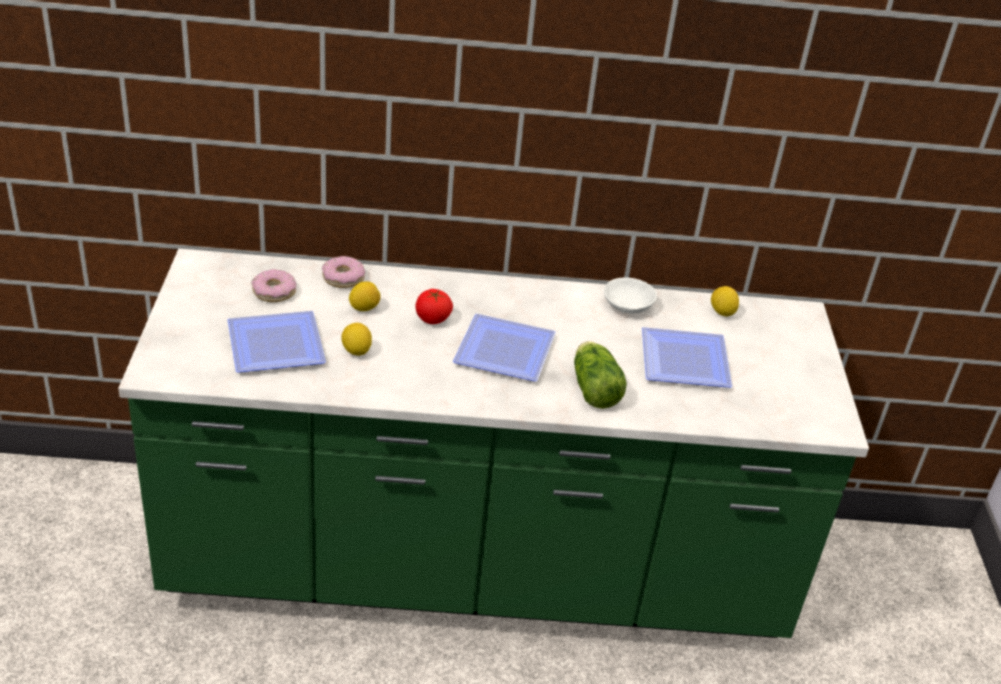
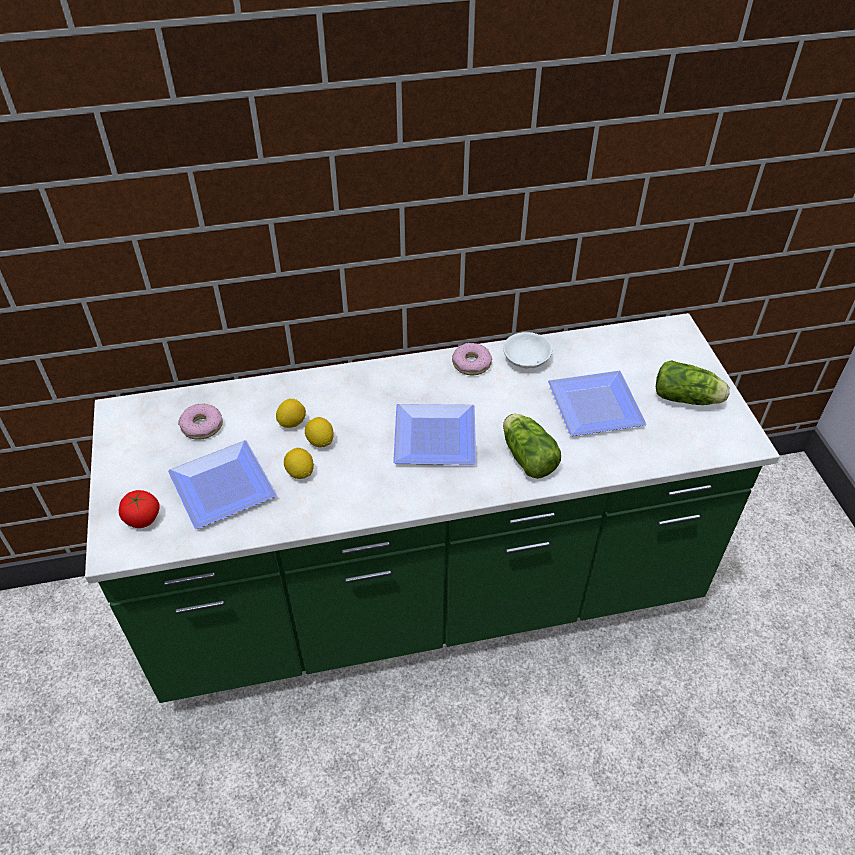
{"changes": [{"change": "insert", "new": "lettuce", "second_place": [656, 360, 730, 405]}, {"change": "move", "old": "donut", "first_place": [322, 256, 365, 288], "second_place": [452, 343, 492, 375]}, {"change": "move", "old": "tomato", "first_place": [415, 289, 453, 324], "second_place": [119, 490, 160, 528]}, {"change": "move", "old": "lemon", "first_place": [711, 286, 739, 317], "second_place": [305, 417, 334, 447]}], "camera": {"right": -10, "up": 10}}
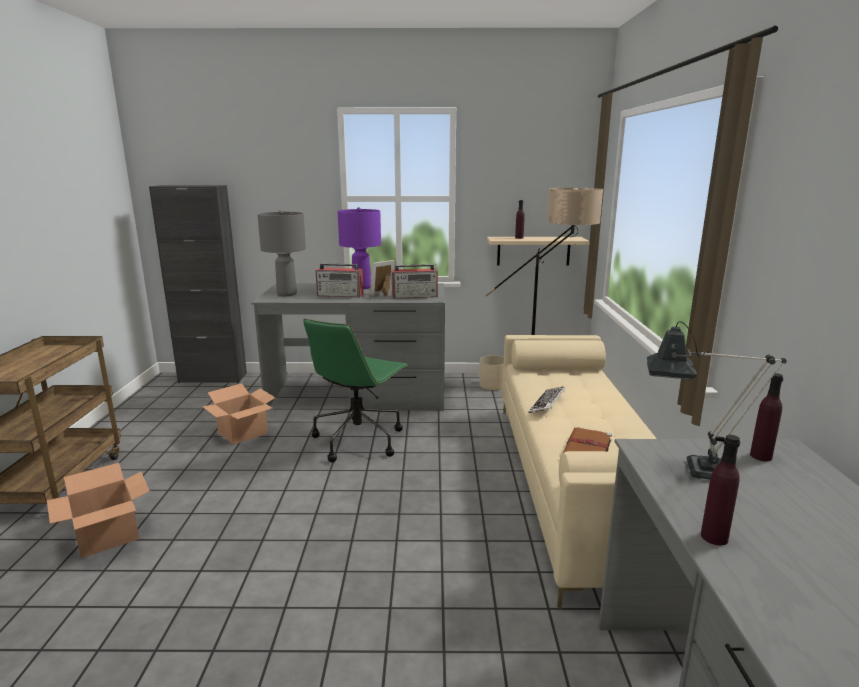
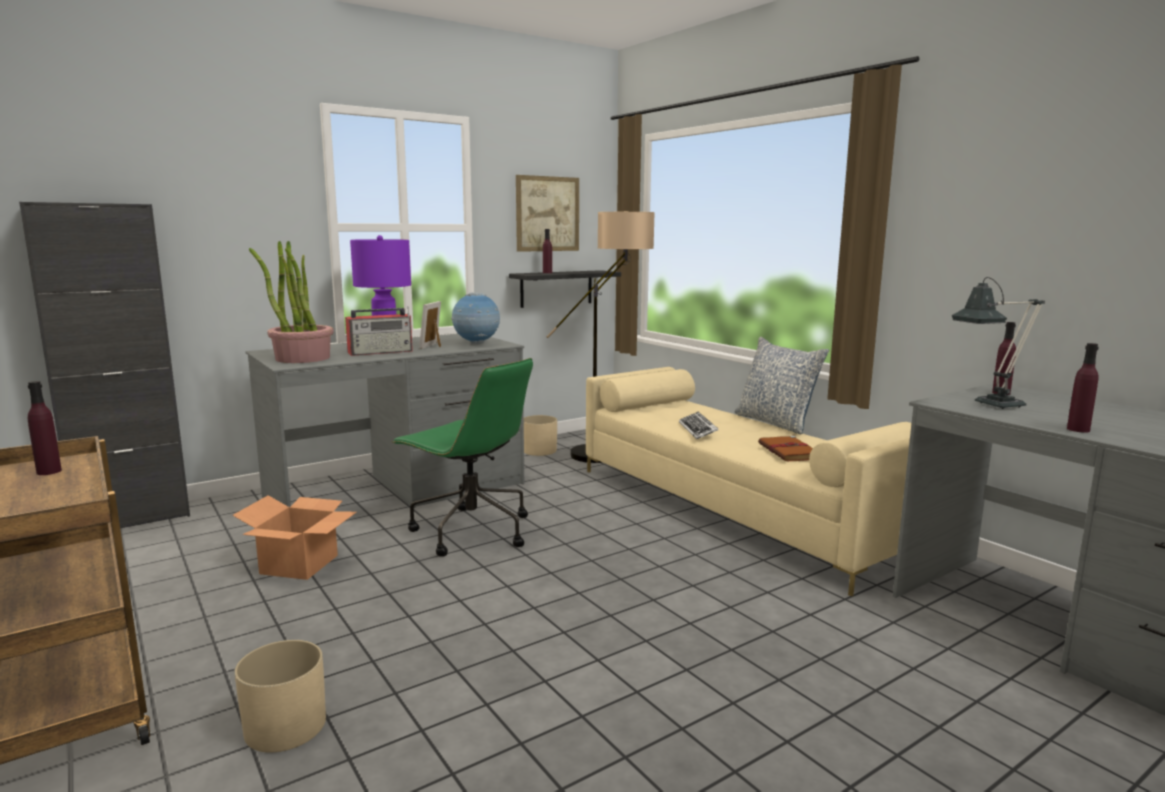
{"changes": [{"change": "insert", "new": "purple bottle", "second_place": [28, 381, 62, 475]}, {"change": "insert", "new": "picture", "second_place": [516, 175, 579, 252]}, {"change": "insert", "new": "pillow", "second_place": [735, 337, 829, 435]}, {"change": "replace", "old": "cardboard box", "new": "beige planter", "first_place": [47, 463, 150, 558], "second_place": [234, 640, 326, 752]}, {"change": "replace", "old": "grey table lamp", "new": "potted plant", "first_place": [257, 210, 306, 296], "second_place": [249, 241, 334, 363]}, {"change": "replace", "old": "radio", "new": "globe", "first_place": [392, 264, 438, 299], "second_place": [451, 293, 500, 345]}, {"change": "recolor", "old": "beige shelf", "new": "black shelf", "first_place": [487, 237, 590, 266], "second_place": [509, 270, 621, 308]}, {"change": "rotate", "old": "green office chair", "first_place": [303, 319, 409, 462], "second_place": [392, 358, 533, 557], "degrees": -45}], "camera": {"right": -35, "up": -5}}
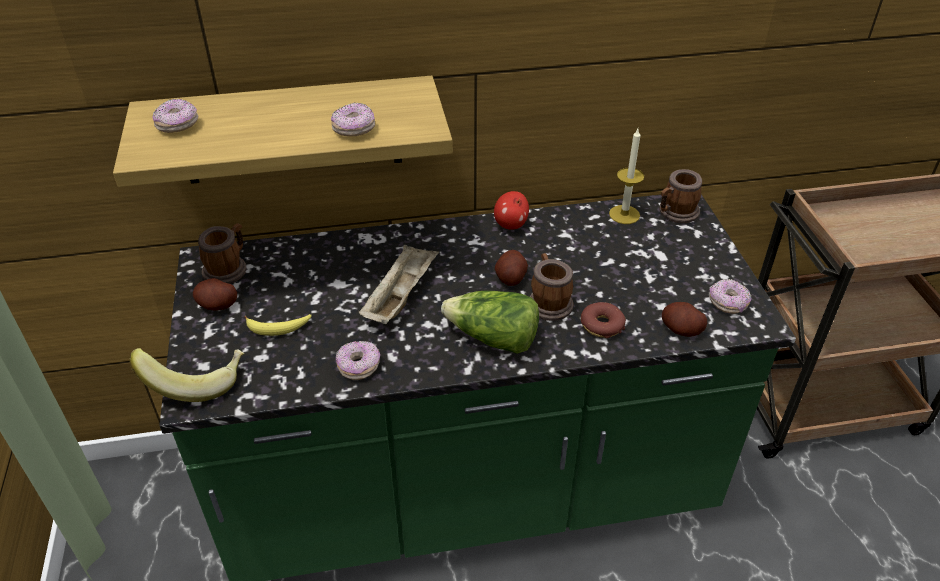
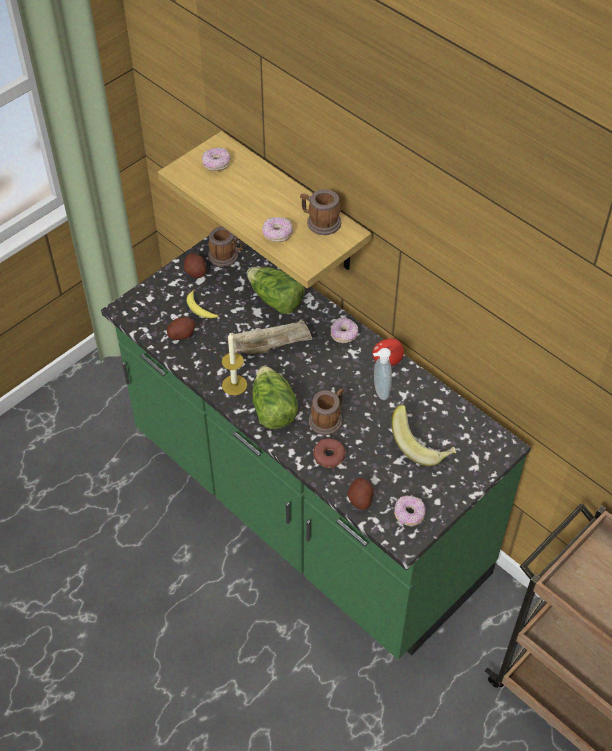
{"changes": [{"change": "insert", "new": "lettuce", "second_place": [247, 267, 305, 314]}, {"change": "insert", "new": "soap dispenser", "second_place": [373, 348, 392, 400]}, {"change": "move", "old": "banana", "first_place": [130, 348, 245, 402], "second_place": [391, 405, 457, 466]}, {"change": "move", "old": "donut", "first_place": [336, 341, 380, 380], "second_place": [331, 318, 358, 343]}, {"change": "move", "old": "potato", "first_place": [495, 250, 528, 286], "second_place": [167, 317, 195, 340]}, {"change": "move", "old": "candle", "first_place": [609, 129, 644, 224], "second_place": [222, 333, 247, 395]}, {"change": "move", "old": "mug", "first_place": [659, 169, 702, 223], "second_place": [300, 189, 341, 235]}], "camera": {"right": 55, "up": 10}}
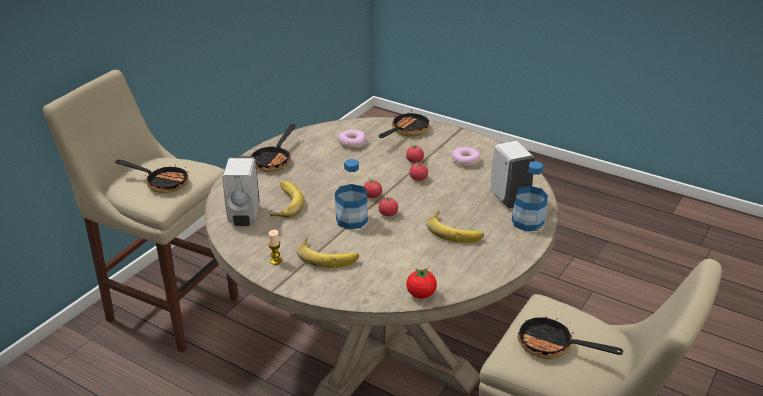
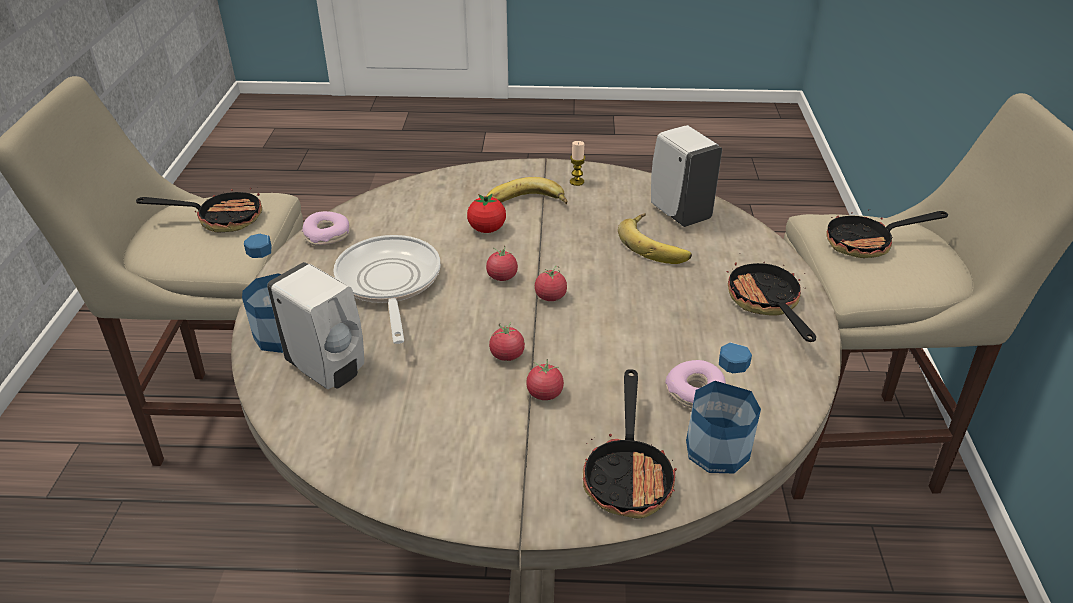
{"changes": [{"change": "move", "old": "bottle", "first_place": [335, 159, 368, 230], "second_place": [686, 343, 761, 473]}, {"change": "move", "old": "tomato", "first_place": [406, 268, 437, 299], "second_place": [467, 193, 506, 233]}, {"change": "move", "old": "donut", "first_place": [452, 147, 481, 167], "second_place": [302, 211, 350, 246]}, {"change": "replace", "old": "banana", "new": "frying pan", "first_place": [426, 211, 484, 243], "second_place": [334, 235, 440, 344]}], "camera": {"right": 150, "up": 5}}
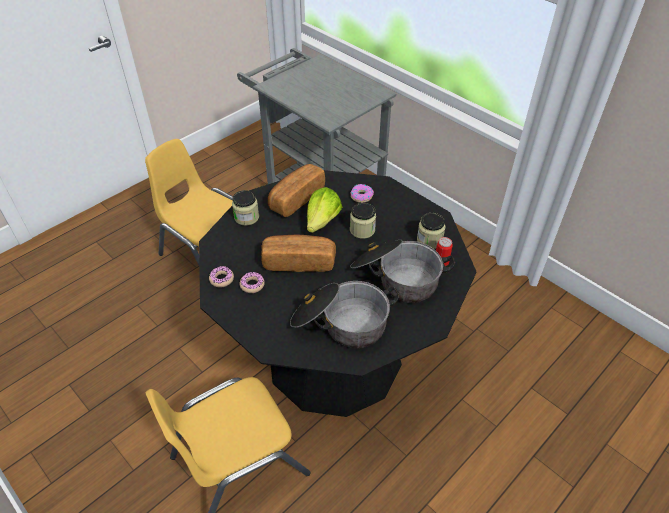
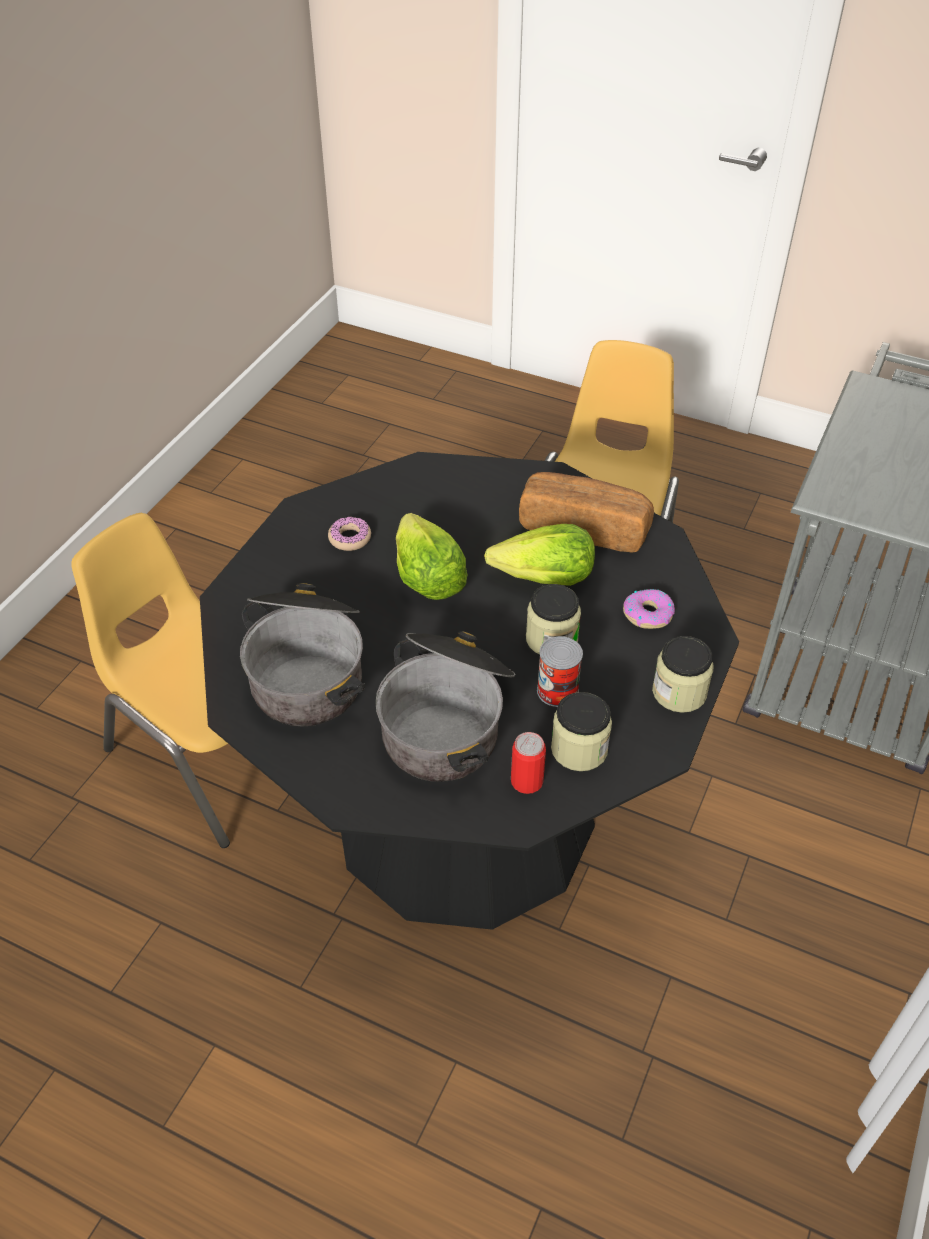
{"changes": [{"change": "delete", "old": "donut", "first_place": [209, 266, 234, 288]}, {"change": "insert", "new": "can", "second_place": [537, 636, 583, 707]}, {"change": "move", "old": "jar", "first_place": [232, 190, 259, 226], "second_place": [652, 636, 714, 713]}, {"change": "replace", "old": "bread", "new": "lettuce", "first_place": [261, 235, 336, 272], "second_place": [396, 513, 467, 600]}], "camera": {"right": 70, "up": 0}}
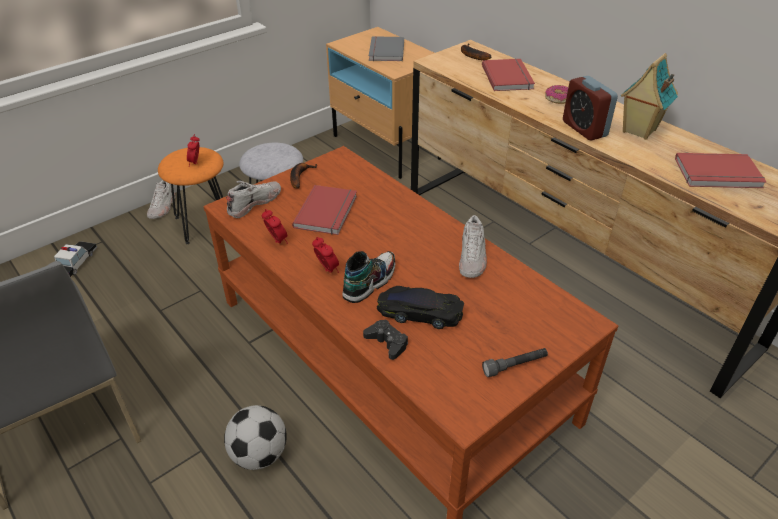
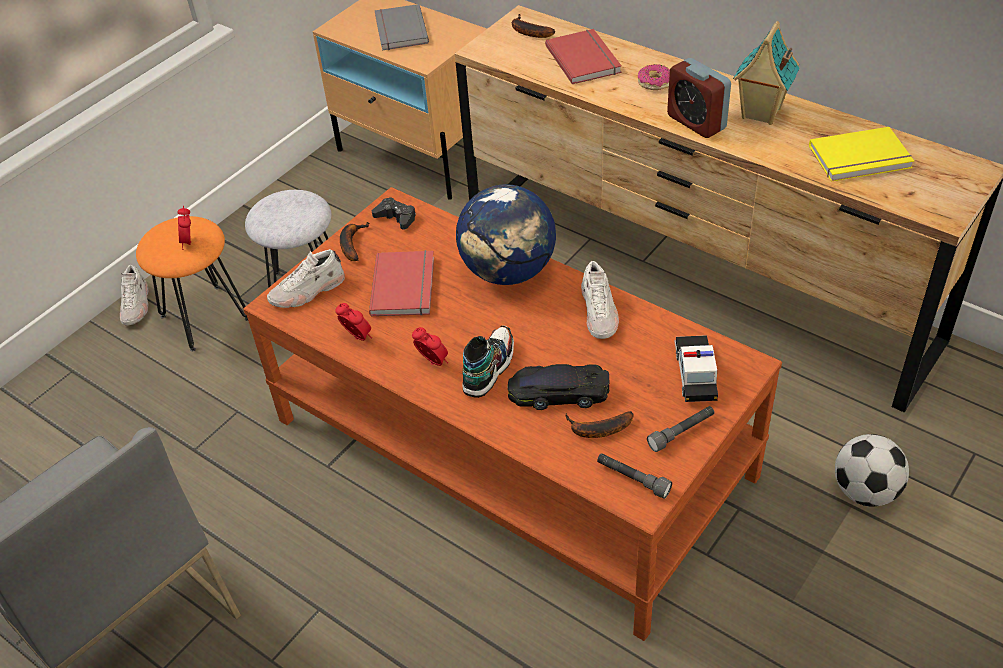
{"changes": [{"change": "insert", "new": "globe", "second_place": [456, 184, 556, 285]}, {"change": "insert", "new": "banana", "second_place": [566, 411, 634, 438]}, {"change": "insert", "new": "grey flashlight", "second_place": [597, 453, 672, 499]}, {"change": "move", "old": "toy car", "first_place": [54, 241, 97, 277], "second_place": [675, 335, 718, 402]}, {"change": "move", "old": "football", "first_place": [224, 405, 287, 470], "second_place": [835, 434, 909, 507]}, {"change": "move", "old": "black game controller", "first_place": [363, 319, 408, 360], "second_place": [372, 197, 416, 230]}, {"change": "recolor", "old": "red book", "new": "yellow book", "first_place": [675, 153, 766, 188], "second_place": [809, 127, 914, 182]}, {"change": "rotate", "old": "white shoe", "first_place": [226, 181, 281, 218], "second_place": [267, 249, 345, 308], "degrees": -150}], "camera": {"right": -10, "up": 5}}
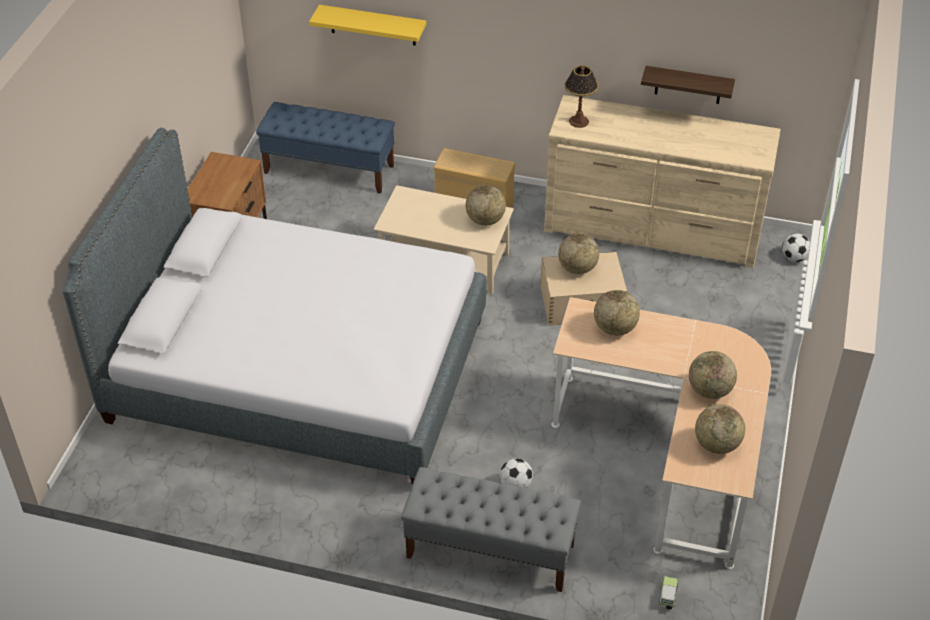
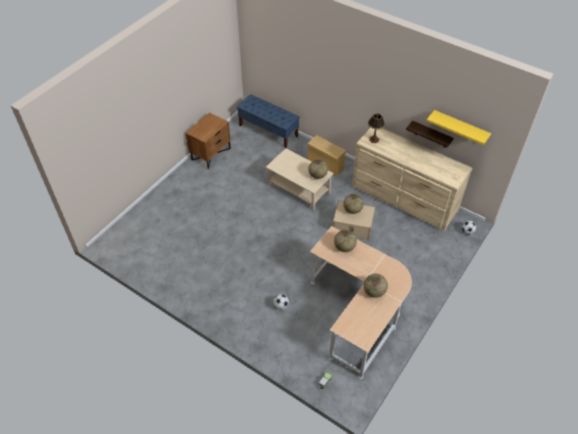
{"changes": [{"change": "delete", "old": "grey bed", "first_place": [63, 128, 486, 485]}, {"change": "delete", "old": "grey bench", "first_place": [401, 467, 581, 592]}, {"change": "delete", "old": "globe", "first_place": [695, 404, 745, 454]}, {"change": "move", "old": "yellow shelf", "first_place": [309, 5, 426, 46], "second_place": [426, 110, 491, 145]}], "camera": {"right": 20, "up": 5}}
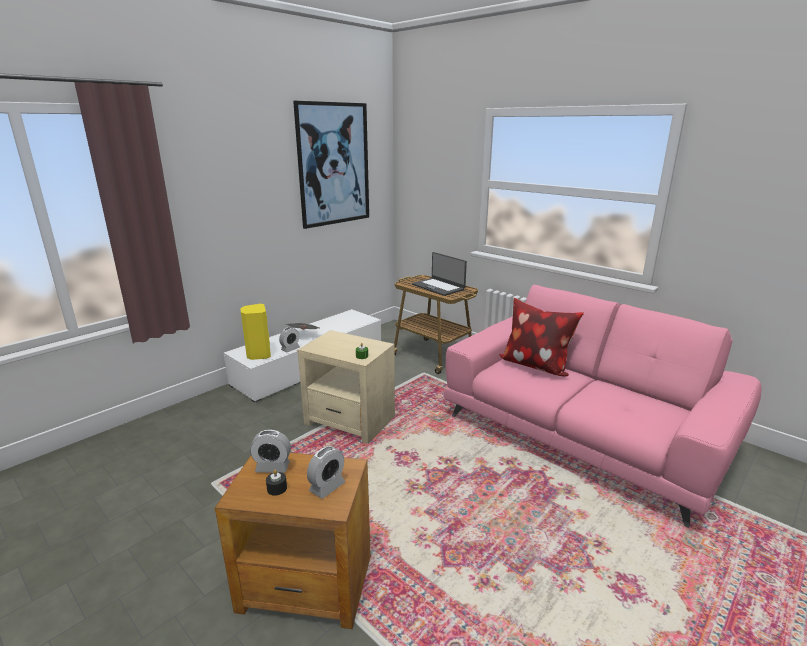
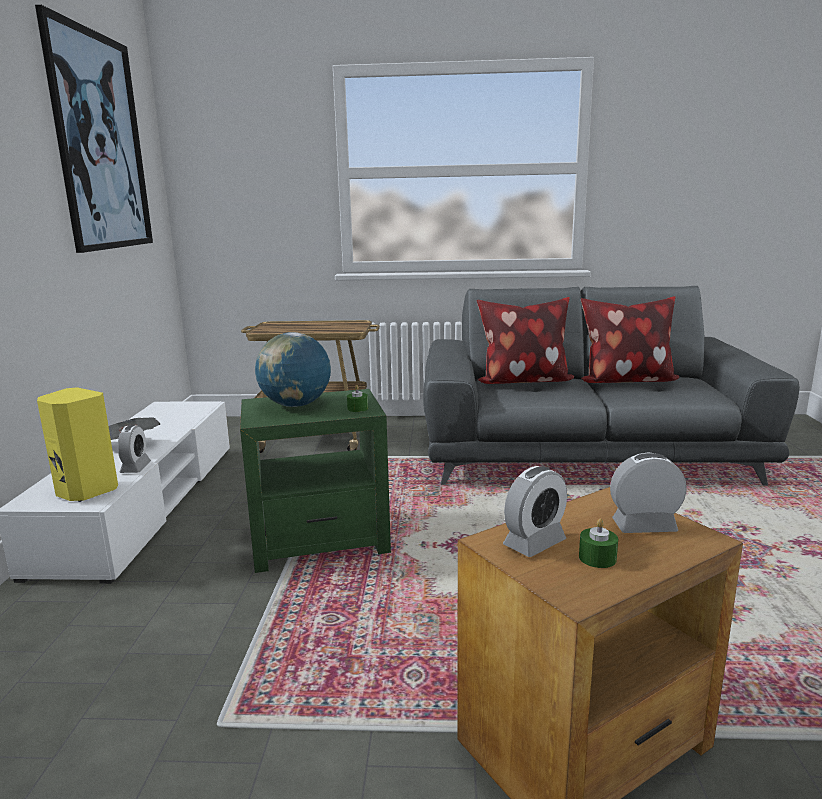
{"changes": [{"change": "delete", "old": "laptop", "first_place": [412, 252, 467, 296]}, {"change": "insert", "new": "globe", "second_place": [255, 332, 331, 407]}, {"change": "insert", "new": "pillow", "second_place": [581, 296, 679, 383]}, {"change": "recolor", "old": "black candle", "new": "green candle", "first_place": [266, 470, 287, 496], "second_place": [579, 519, 618, 568]}, {"change": "recolor", "old": "beige side table", "new": "green side table", "first_place": [298, 330, 395, 444], "second_place": [240, 389, 391, 573]}, {"change": "recolor", "old": "pink sofa", "new": "grey sofa", "first_place": [443, 285, 762, 528], "second_place": [423, 286, 800, 485]}, {"change": "rotate", "old": "alarm clock", "first_place": [307, 446, 345, 499], "second_place": [610, 453, 687, 533], "degrees": -90}], "camera": {"right": -40, "up": -5}}
